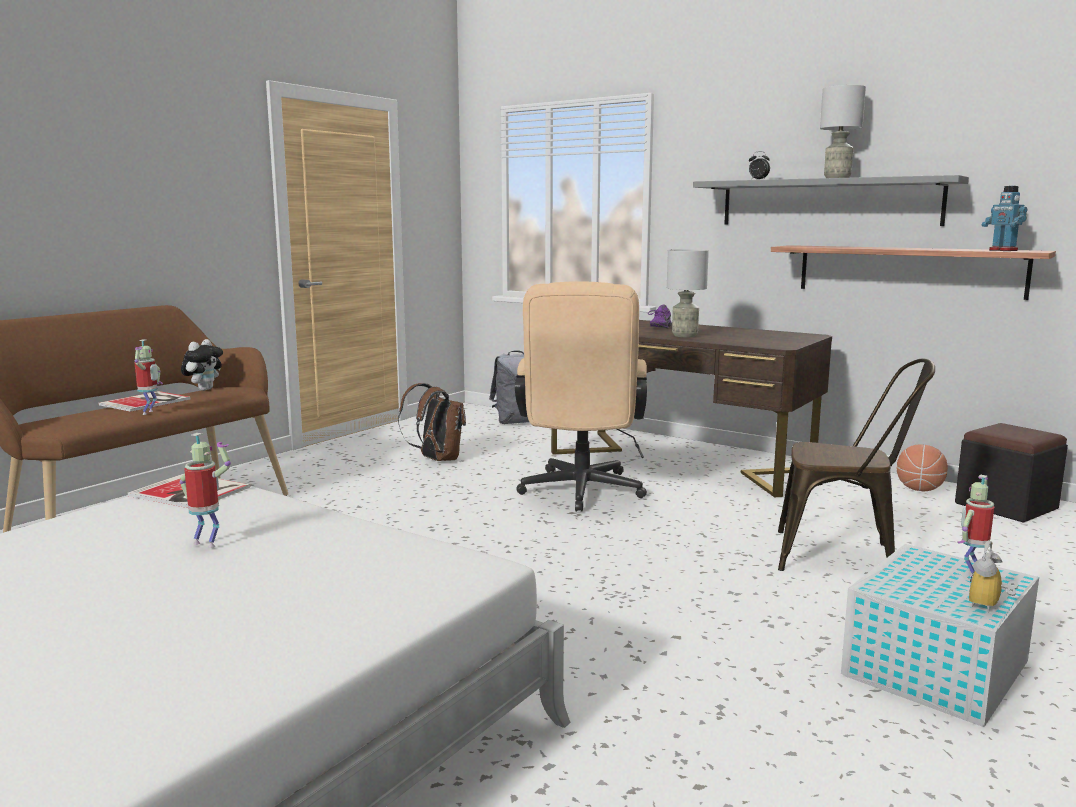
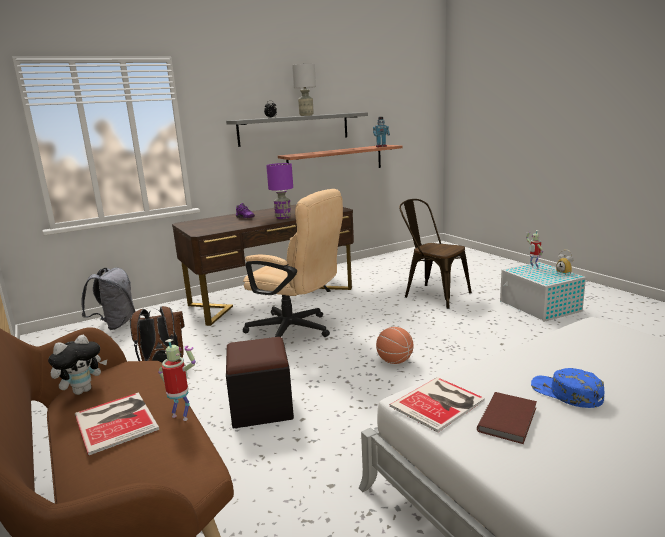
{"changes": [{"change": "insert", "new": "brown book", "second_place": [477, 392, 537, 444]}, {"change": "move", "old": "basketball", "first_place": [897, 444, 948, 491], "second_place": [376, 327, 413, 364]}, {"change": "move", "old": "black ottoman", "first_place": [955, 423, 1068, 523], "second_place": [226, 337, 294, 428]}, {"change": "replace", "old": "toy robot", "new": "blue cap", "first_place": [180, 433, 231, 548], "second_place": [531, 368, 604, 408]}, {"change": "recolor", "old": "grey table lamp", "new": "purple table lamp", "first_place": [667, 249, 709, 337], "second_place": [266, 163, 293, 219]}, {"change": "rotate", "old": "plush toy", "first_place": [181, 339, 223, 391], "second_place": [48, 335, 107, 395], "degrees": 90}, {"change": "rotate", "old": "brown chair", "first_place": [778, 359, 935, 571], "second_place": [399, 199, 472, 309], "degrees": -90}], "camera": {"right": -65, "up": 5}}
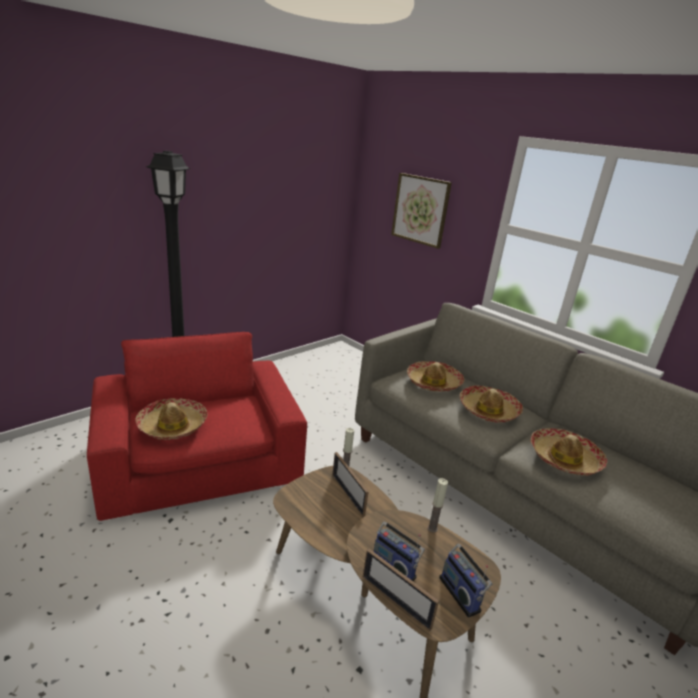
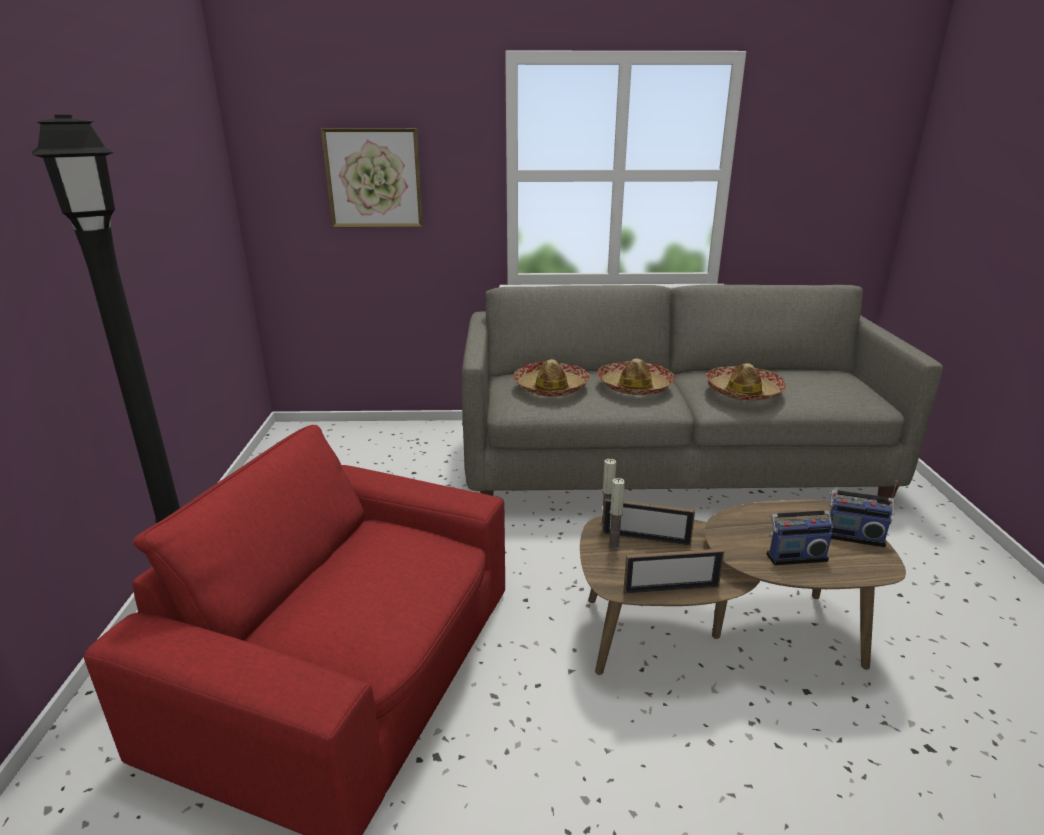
{"changes": [{"change": "delete", "old": "hat", "first_place": [135, 398, 208, 440]}, {"change": "move", "old": "picture frame", "first_place": [363, 548, 439, 631], "second_place": [623, 549, 724, 595]}, {"change": "move", "old": "candle", "first_place": [427, 478, 448, 533], "second_place": [608, 478, 625, 550]}], "camera": {"right": -45, "up": 0}}
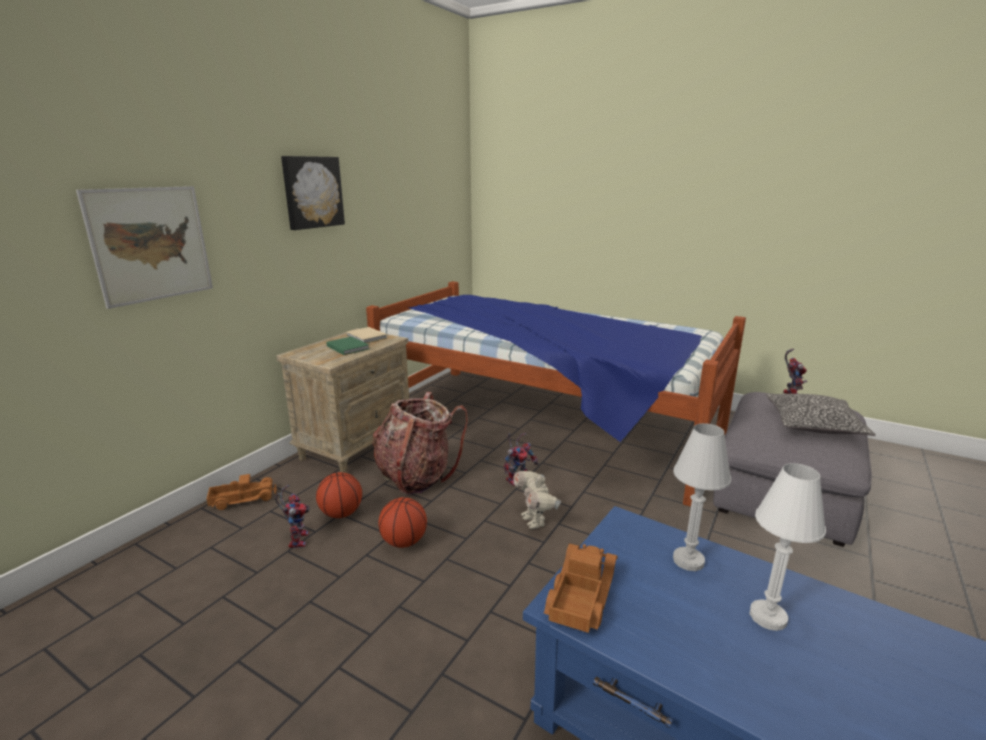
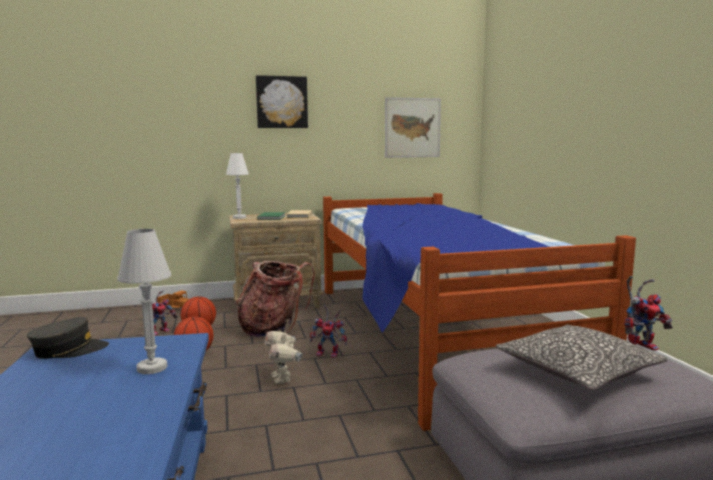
{"changes": [{"change": "move", "old": "picture", "first_place": [76, 186, 213, 309], "second_place": [385, 97, 441, 158]}, {"change": "move", "old": "white table lamp", "first_place": [750, 463, 826, 631], "second_place": [226, 153, 249, 219]}, {"change": "replace", "old": "toy truck", "new": "grey cap", "first_place": [544, 544, 618, 633], "second_place": [27, 317, 109, 359]}, {"change": "rotate", "old": "toy robot", "first_place": [513, 471, 561, 529], "second_place": [265, 329, 302, 384], "degrees": -45}], "camera": {"right": 45, "up": -10}}
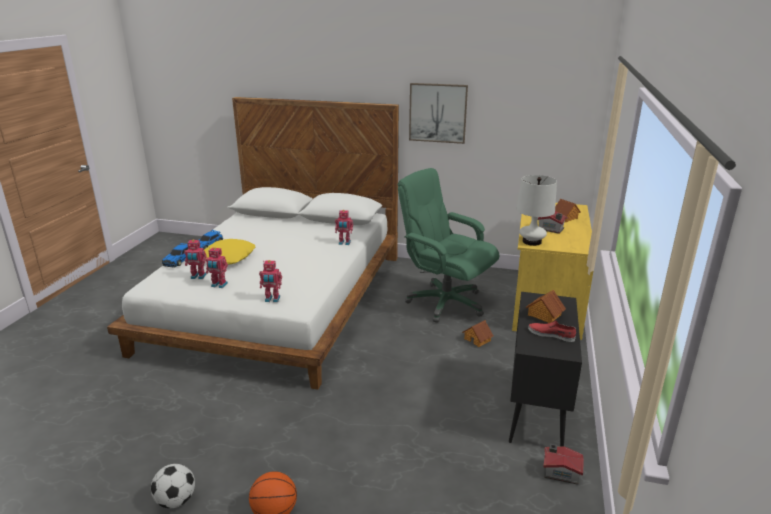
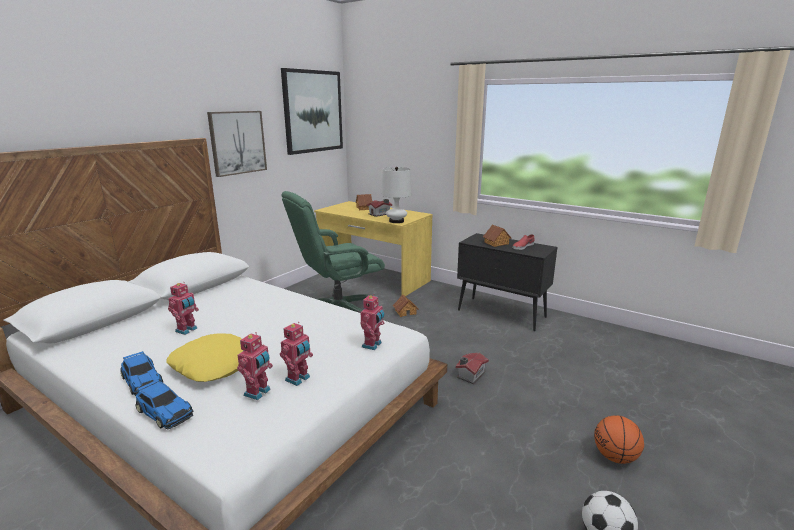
{"changes": [{"change": "insert", "new": "picture", "second_place": [281, 68, 343, 155]}, {"change": "move", "old": "toy robot", "first_place": [335, 210, 353, 245], "second_place": [168, 283, 199, 335]}, {"change": "move", "old": "toy house", "first_place": [543, 444, 584, 485], "second_place": [456, 353, 489, 384]}], "camera": {"right": -70, "up": -5}}
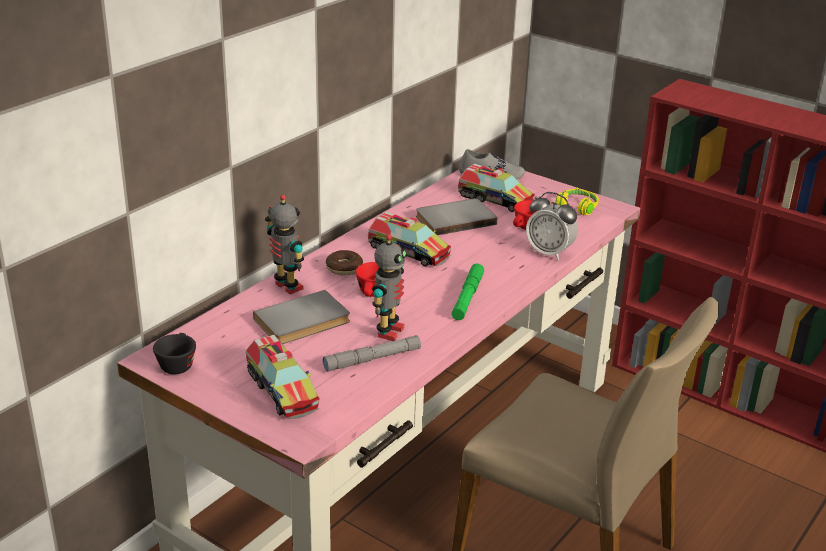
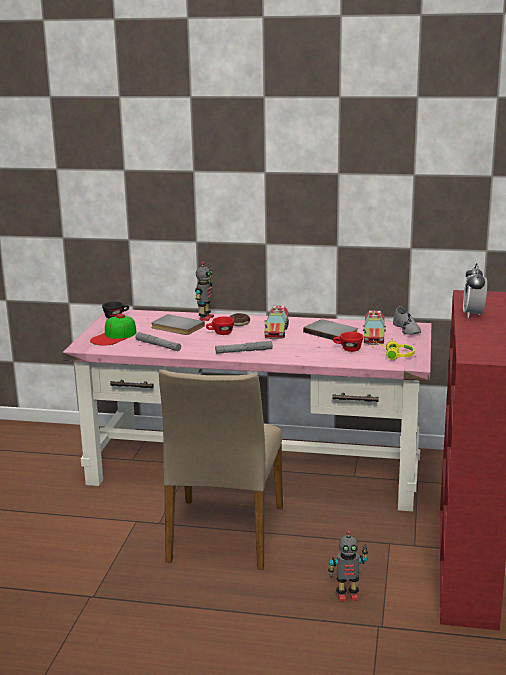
{"changes": [{"change": "move", "old": "toy robot", "first_place": [372, 234, 406, 341], "second_place": [328, 531, 368, 601]}, {"change": "move", "old": "alarm clock", "first_place": [526, 192, 578, 260], "second_place": [463, 263, 487, 318]}, {"change": "replace", "old": "toy truck", "new": "cap", "first_place": [246, 335, 320, 419], "second_place": [90, 314, 137, 346]}, {"change": "recolor", "old": "green flashlight", "new": "grey flashlight", "first_place": [451, 264, 484, 320], "second_place": [215, 341, 273, 354]}], "camera": {"right": 65, "up": -10}}
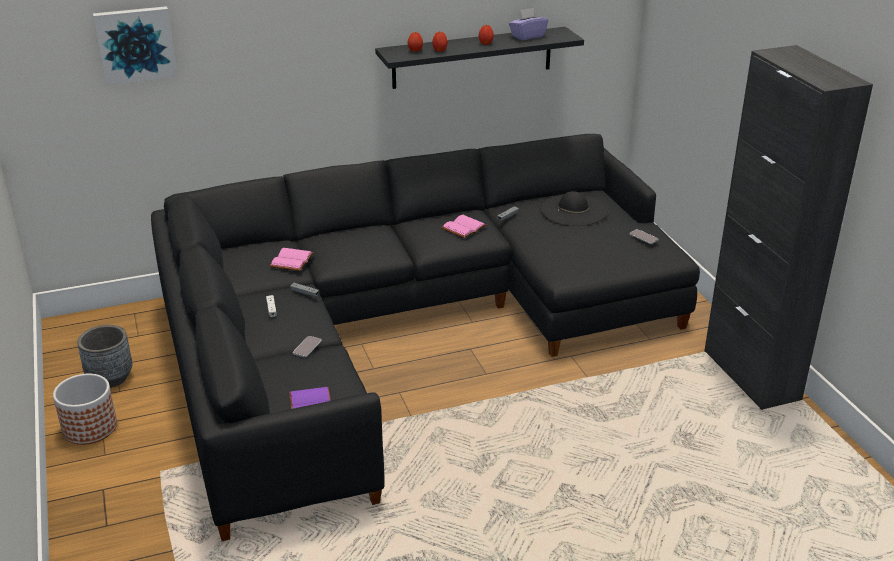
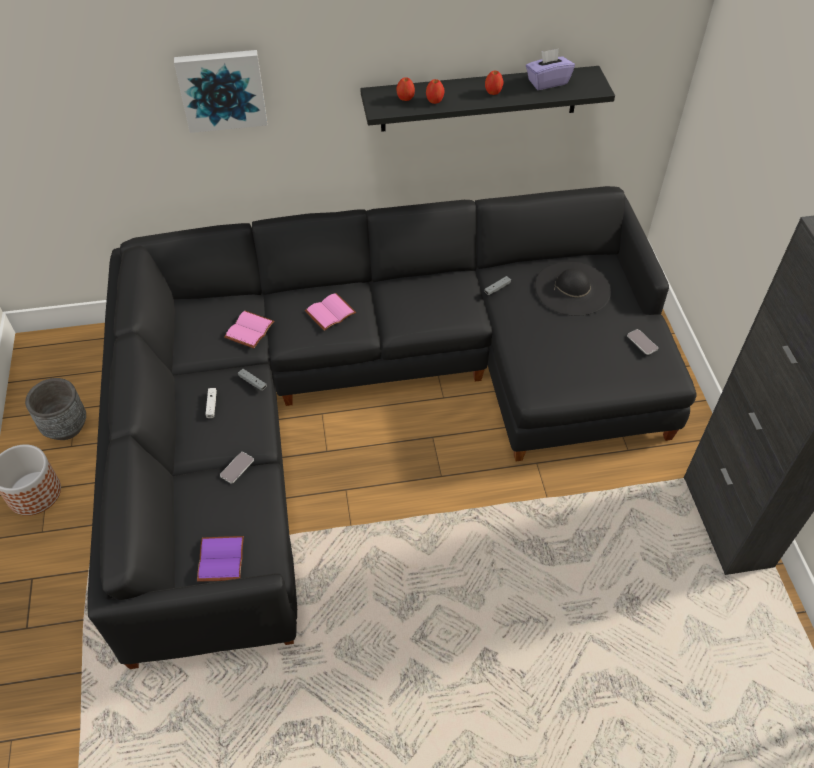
{"changes": [{"change": "move", "old": "picture", "first_place": [93, 6, 177, 85], "second_place": [174, 50, 267, 133]}, {"change": "move", "old": "pink book", "first_place": [441, 215, 487, 238], "second_place": [305, 293, 356, 331]}], "camera": {"right": 10, "up": 20}}
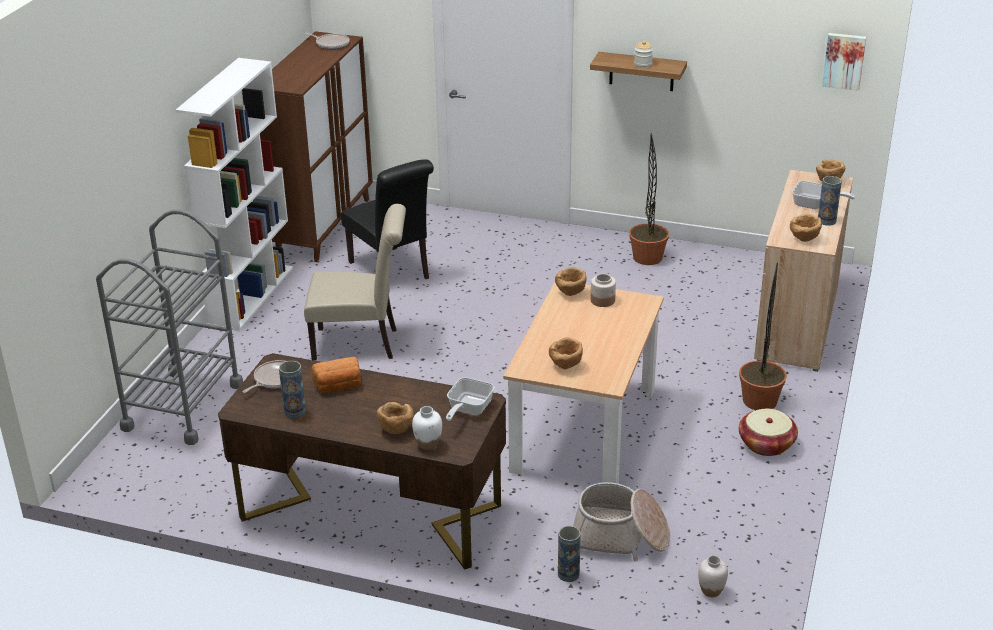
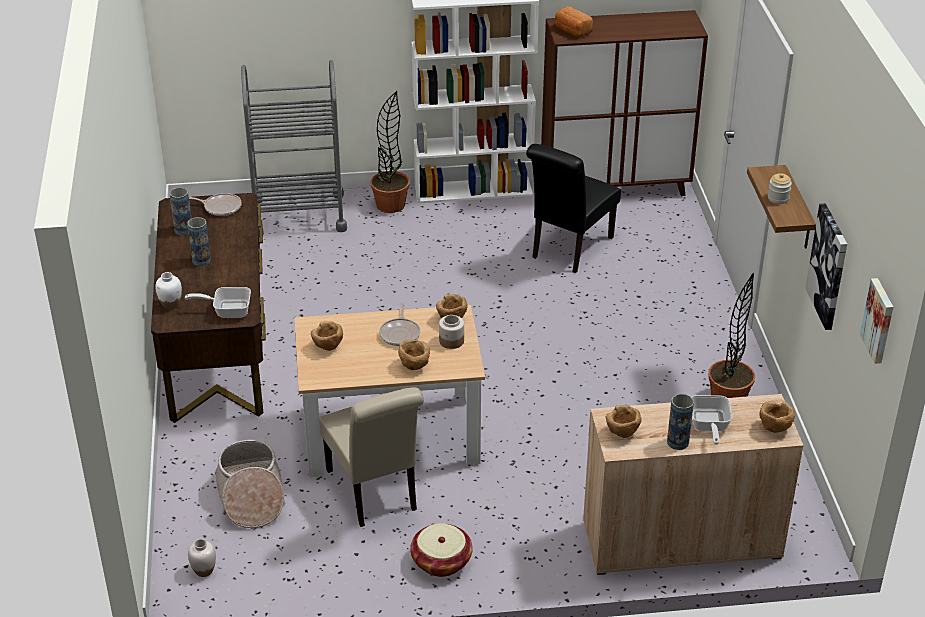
{"changes": [{"change": "insert", "new": "picture", "second_place": [805, 203, 847, 330]}, {"change": "move", "old": "frying pan", "first_place": [304, 33, 350, 49], "second_place": [379, 304, 420, 346]}, {"change": "move", "old": "beige chair", "first_place": [304, 204, 406, 361], "second_place": [319, 387, 424, 527]}, {"change": "move", "old": "bread", "first_place": [311, 357, 361, 393], "second_place": [555, 6, 593, 37]}, {"change": "move", "old": "brown bowl", "first_place": [377, 402, 414, 434], "second_place": [398, 339, 430, 370]}, {"change": "move", "old": "vase", "first_place": [558, 526, 581, 582], "second_place": [187, 217, 211, 266]}, {"change": "move", "old": "potted plant", "first_place": [739, 262, 787, 410], "second_place": [370, 91, 410, 213]}], "camera": {"right": 65, "up": 5}}
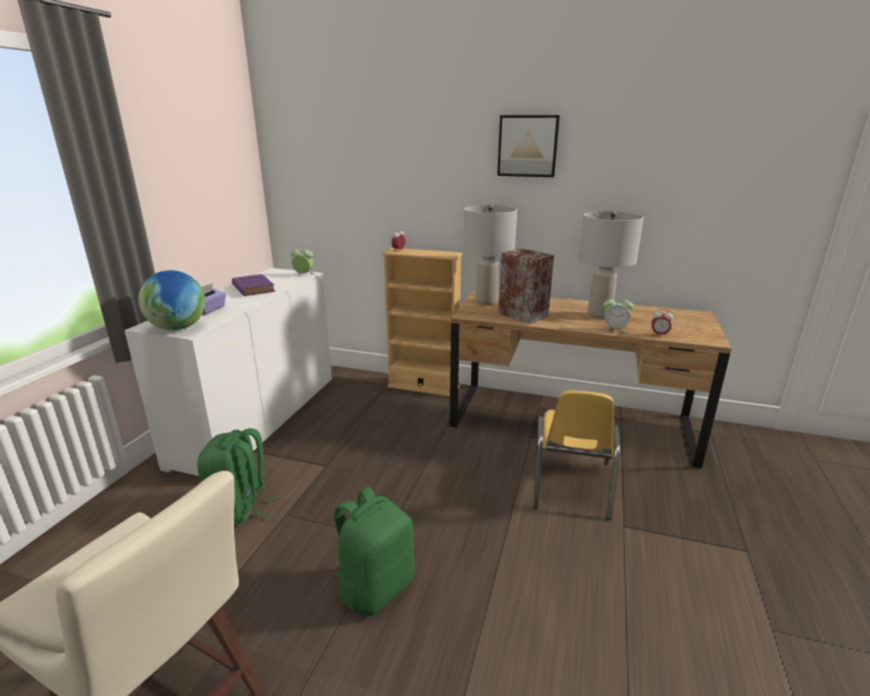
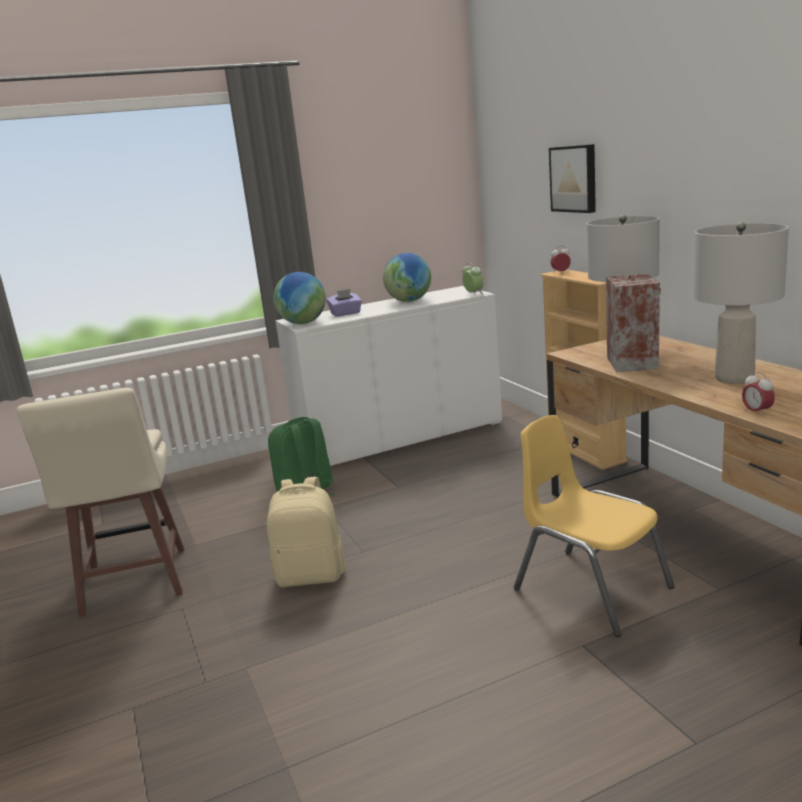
{"changes": [{"change": "delete", "old": "alarm clock", "first_place": [603, 295, 634, 333]}, {"change": "move", "old": "picture", "first_place": [497, 115, 560, 177], "second_place": [549, 144, 596, 213]}, {"change": "replace", "old": "purple book", "new": "globe", "first_place": [232, 274, 275, 296], "second_place": [383, 253, 431, 302]}, {"change": "recolor", "old": "green backpack", "new": "beige backpack", "first_place": [334, 487, 414, 616], "second_place": [267, 477, 345, 587]}, {"change": "rotate", "old": "yellow chair", "first_place": [533, 390, 620, 520], "second_place": [514, 415, 675, 637], "degrees": 75}], "camera": {"right": 50, "up": -5}}
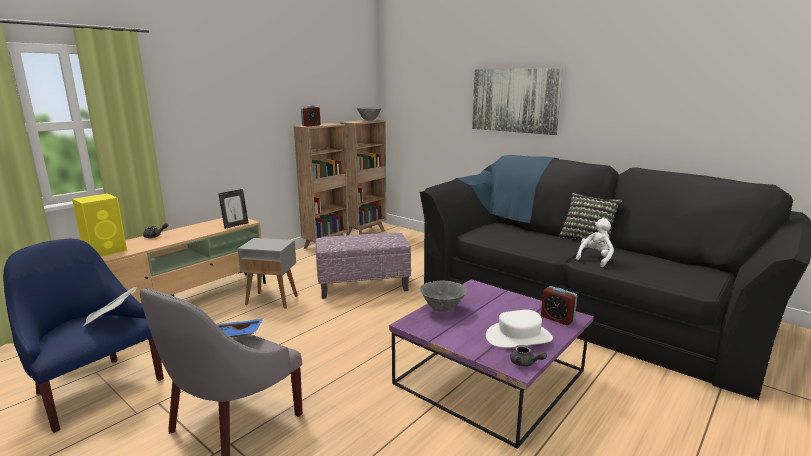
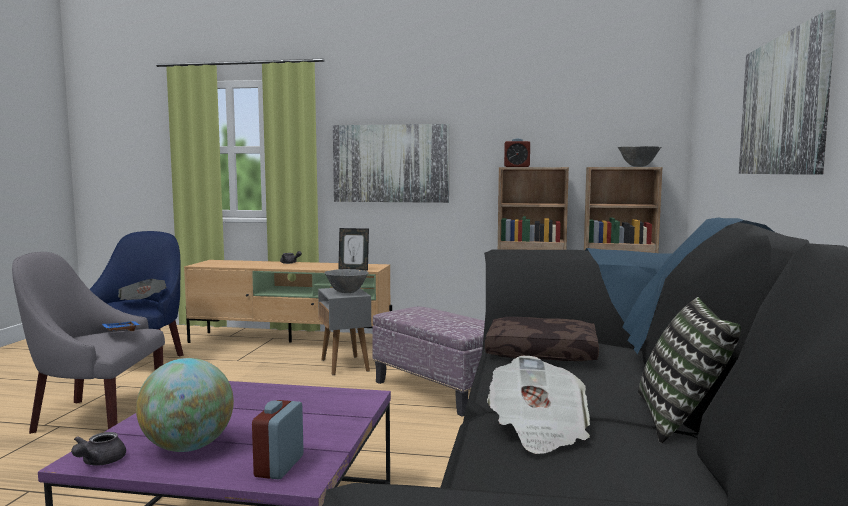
{"changes": [{"change": "delete", "old": "yellow speaker", "first_place": [72, 193, 127, 257]}, {"change": "insert", "new": "picture", "second_place": [333, 124, 449, 203]}, {"change": "insert", "new": "brown pillow", "second_place": [485, 317, 599, 361]}, {"change": "move", "old": "grey bowl", "first_place": [420, 281, 467, 312], "second_place": [325, 269, 369, 293]}, {"change": "replace", "old": "white hat", "new": "globe", "first_place": [486, 310, 553, 348], "second_place": [136, 358, 234, 452]}, {"change": "replace", "old": "white plush toy", "new": "newspaper", "first_place": [576, 218, 614, 267], "second_place": [487, 356, 590, 454]}], "camera": {"right": 60, "up": -10}}
